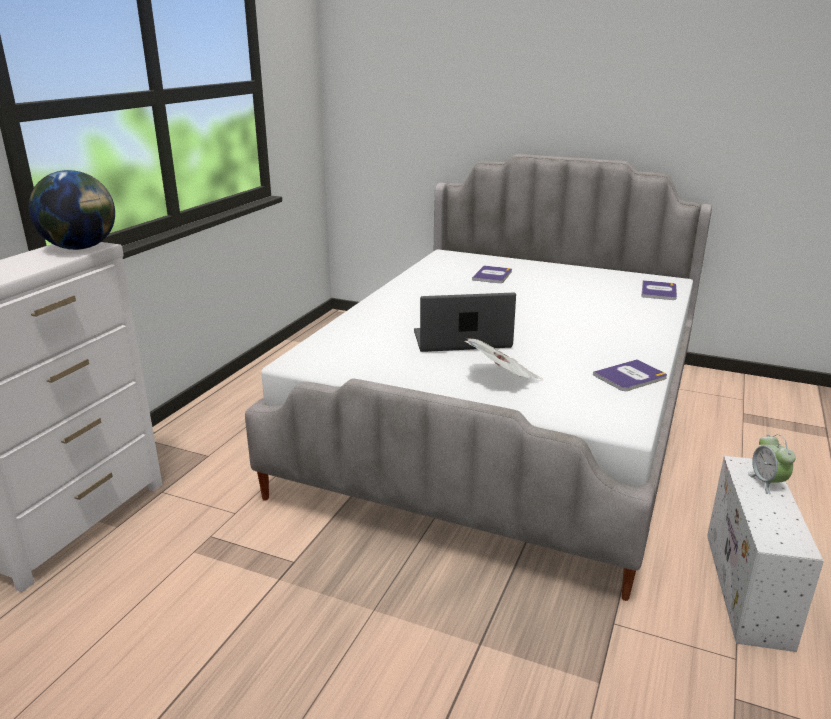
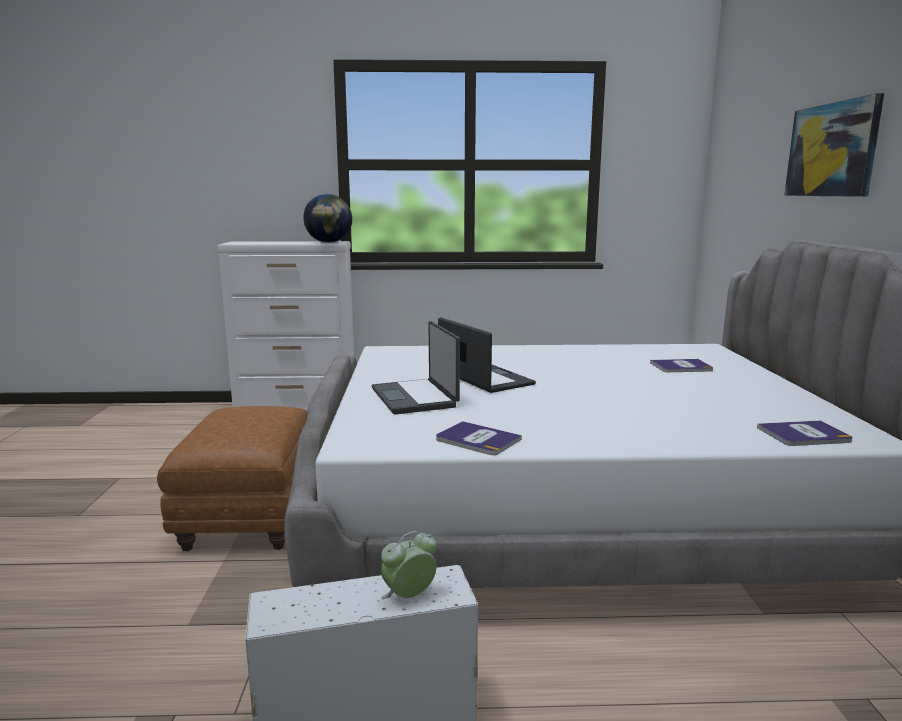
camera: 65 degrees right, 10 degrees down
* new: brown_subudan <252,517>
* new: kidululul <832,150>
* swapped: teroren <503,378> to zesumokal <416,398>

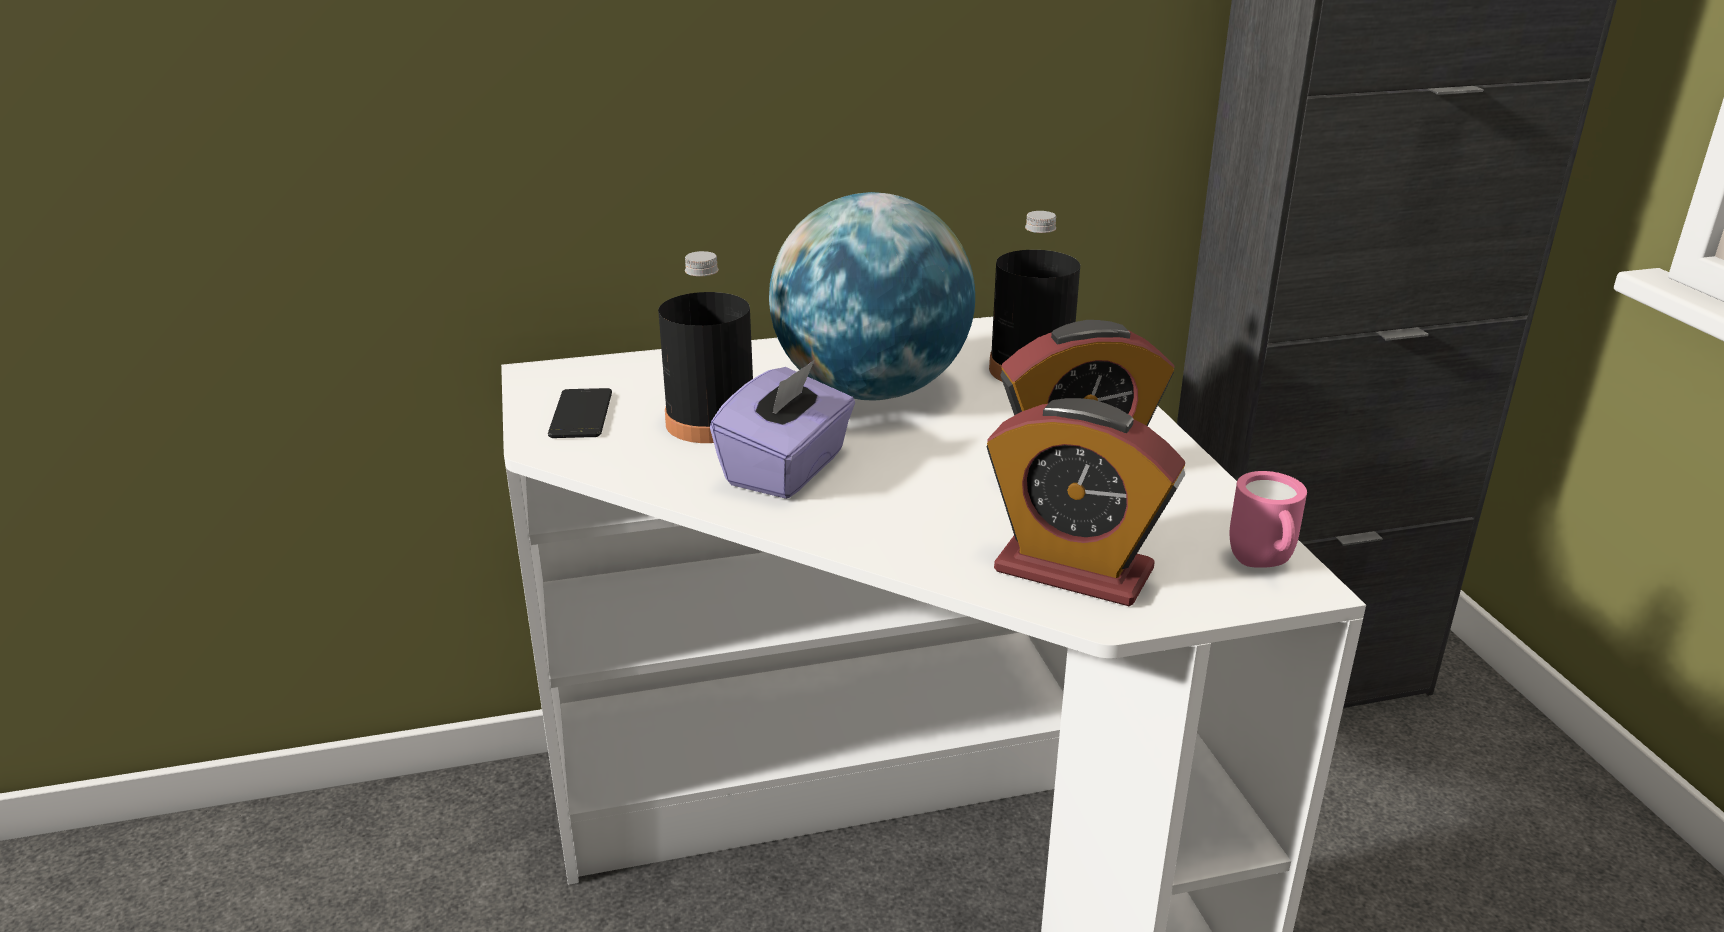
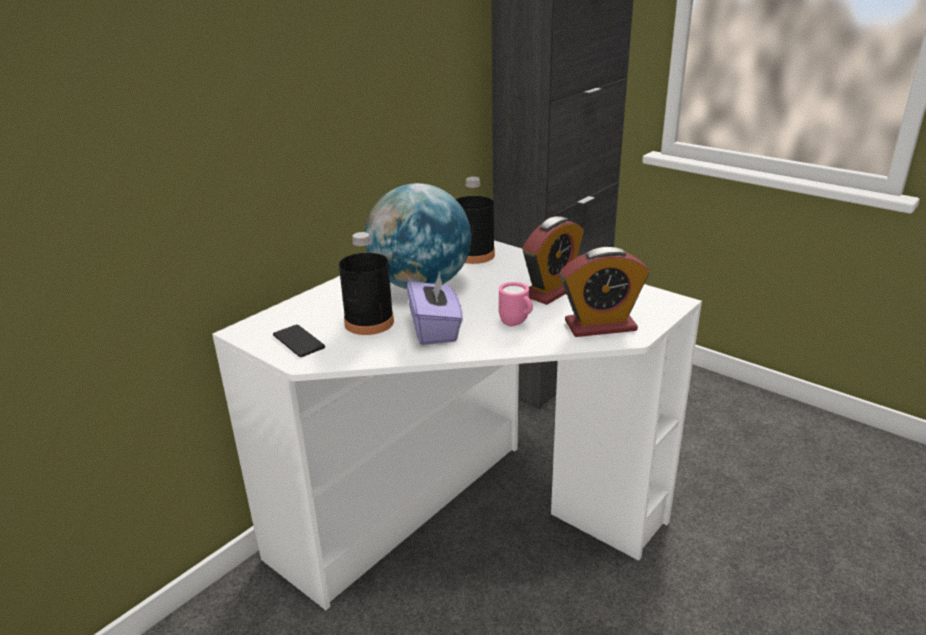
camera: 35 degrees left, 0 degrees up
* shifted: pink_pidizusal <1263,565> to <516,324>

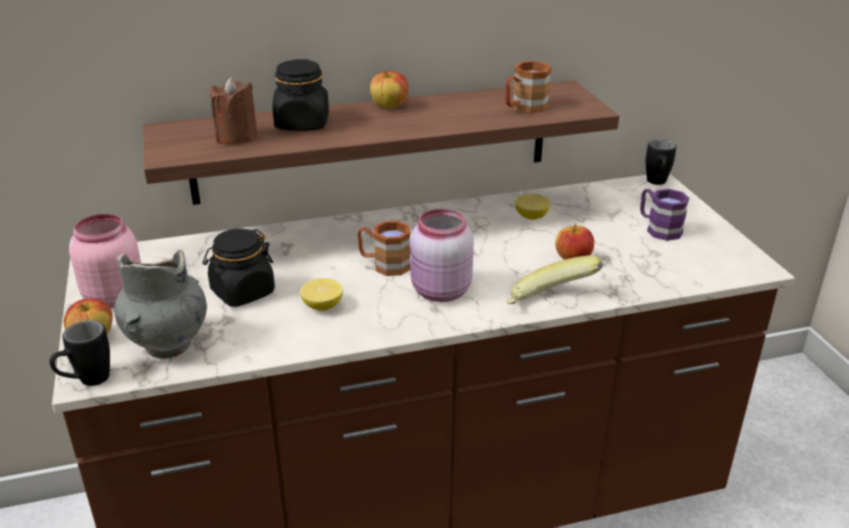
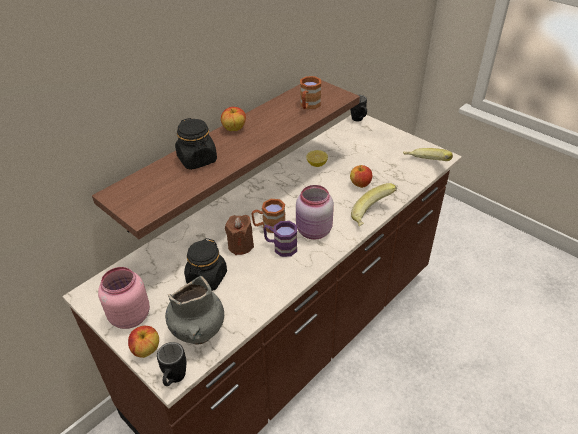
camera: 30 degrees left, 10 degrees up
* gone: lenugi <322,306>
* new: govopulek <425,165>
* shifted: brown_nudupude <237,137> to <240,246>
* shifted: purple_pidizusal <658,228> to <280,247>

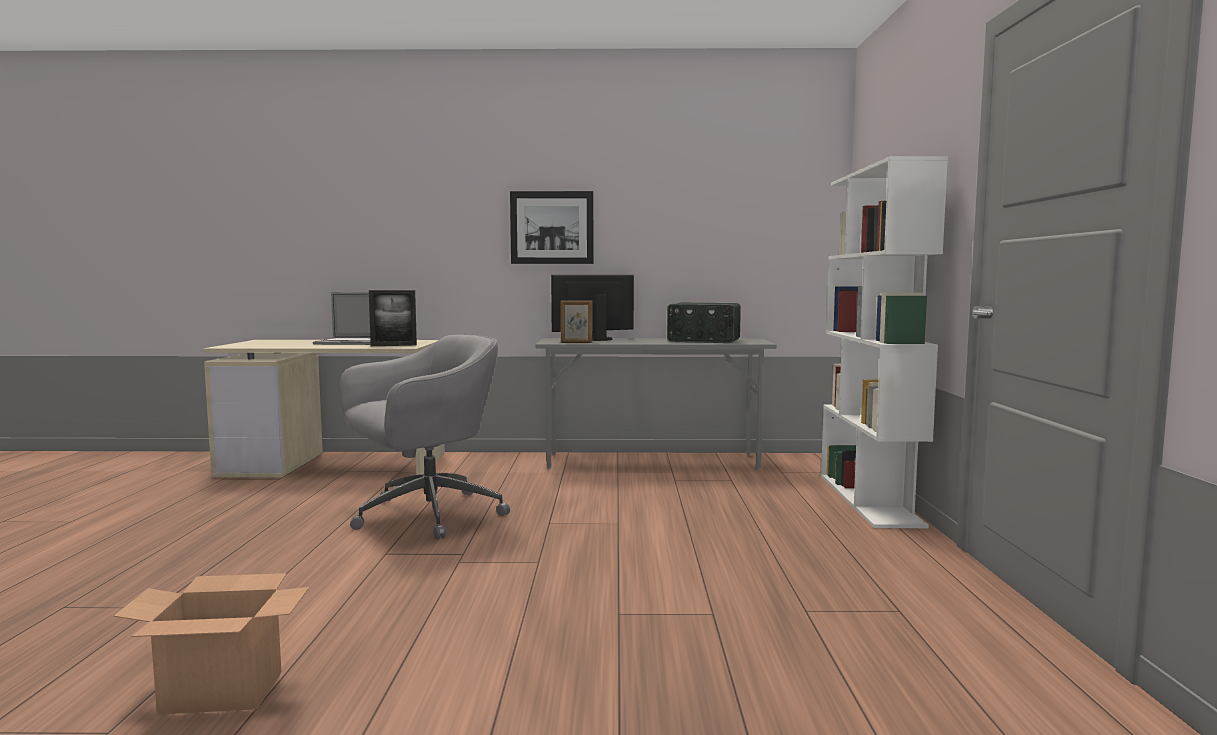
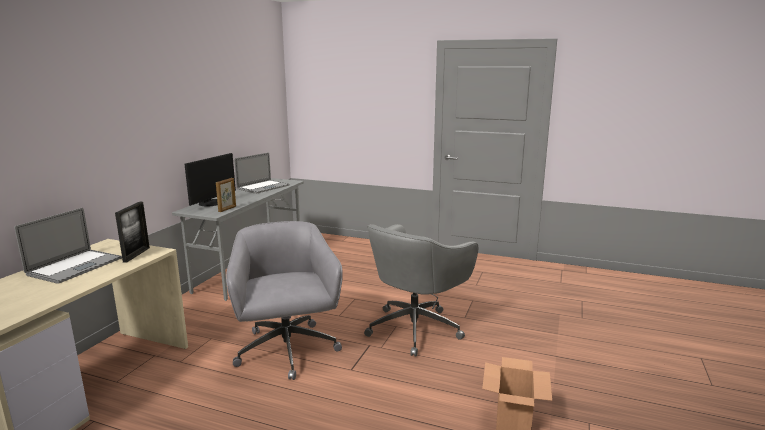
camera: 70 degrees left, 10 degrees up
* gone: kidululul <552,227>
* gone: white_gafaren <870,499>
* new: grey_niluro <416,328>
* swapped: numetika <703,340> to zesumokal <263,187>
* rotated: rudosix <595,339> = <212,203> 150 degrees counterclockwise

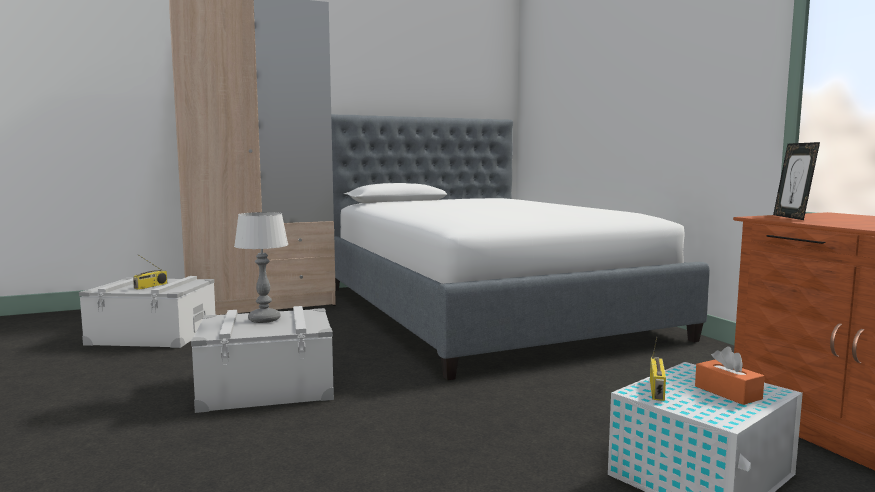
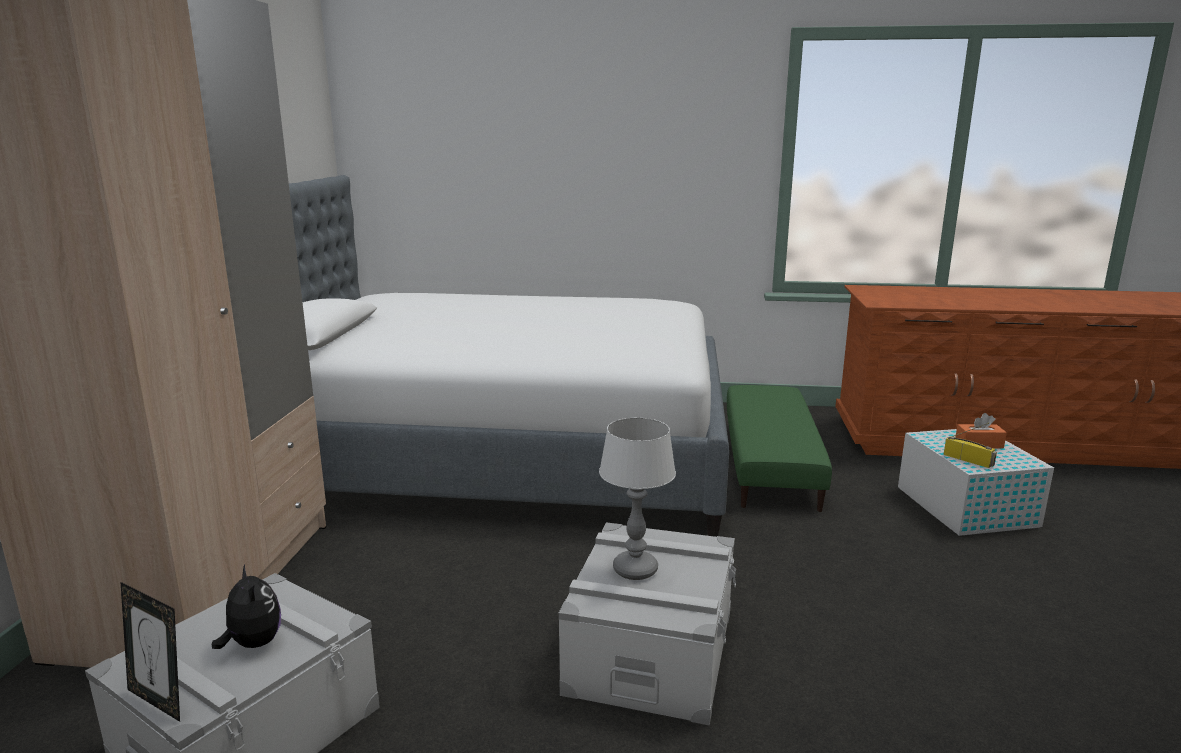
camera: 60 degrees left, 10 degrees up
* new: green_subudan <769,463>
* shifted: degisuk <792,217> to <160,700>
* swapped: numetika <151,286> to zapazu <253,643>

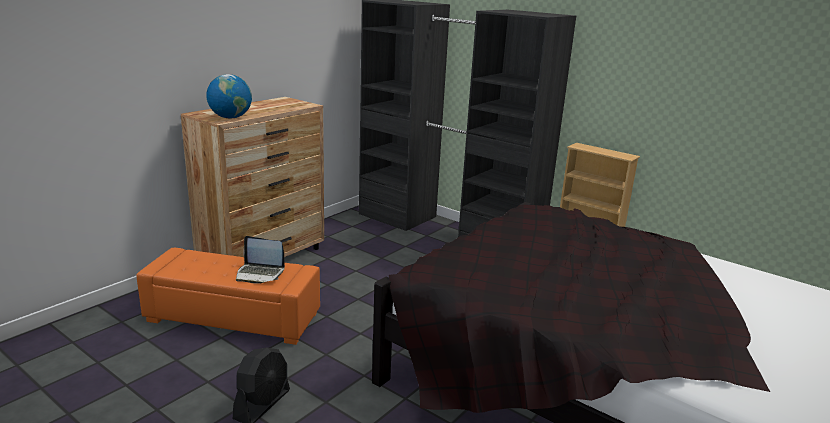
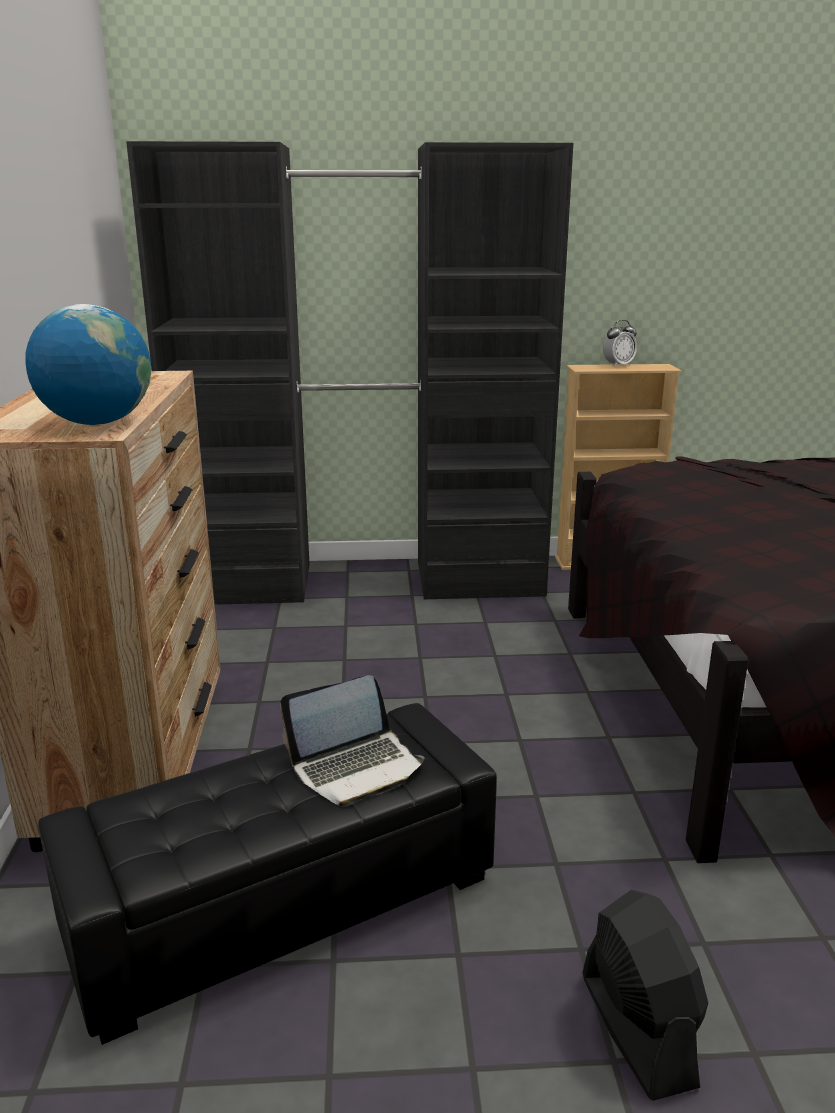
camera: 40 degrees left, 0 degrees up
* new: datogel <618,365>
* repainted: orange_subudan <234,317> to black_subudan <283,903>

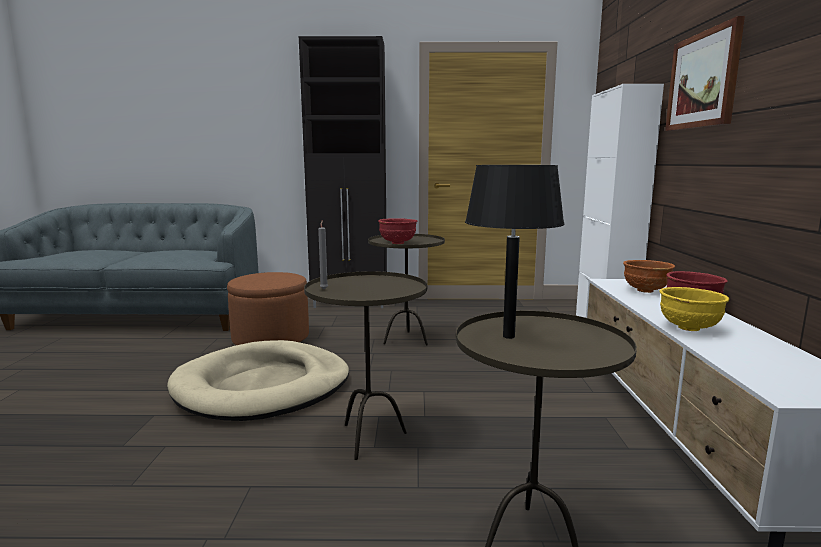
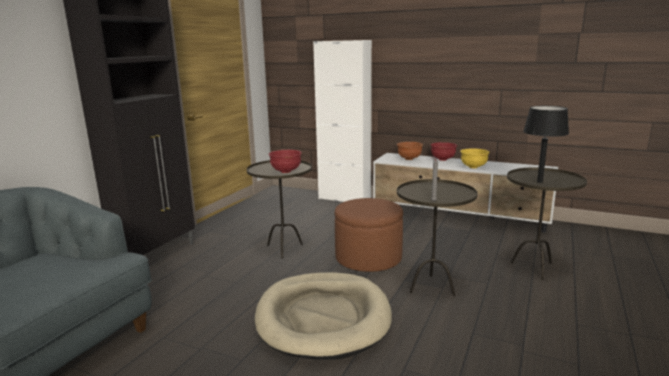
camera: 65 degrees left, 5 degrees up
* gone: kidululul <703,80>
* shifted: brown_subudan <271,338> to <368,258>

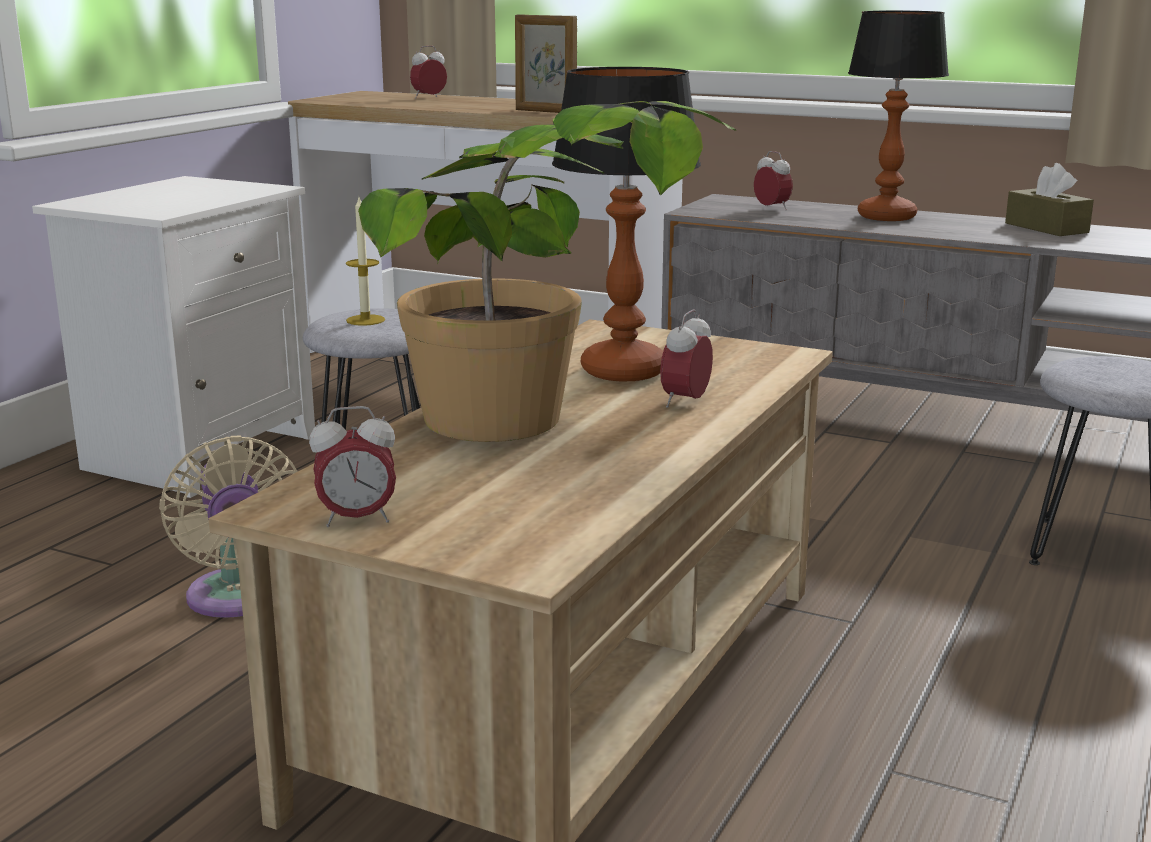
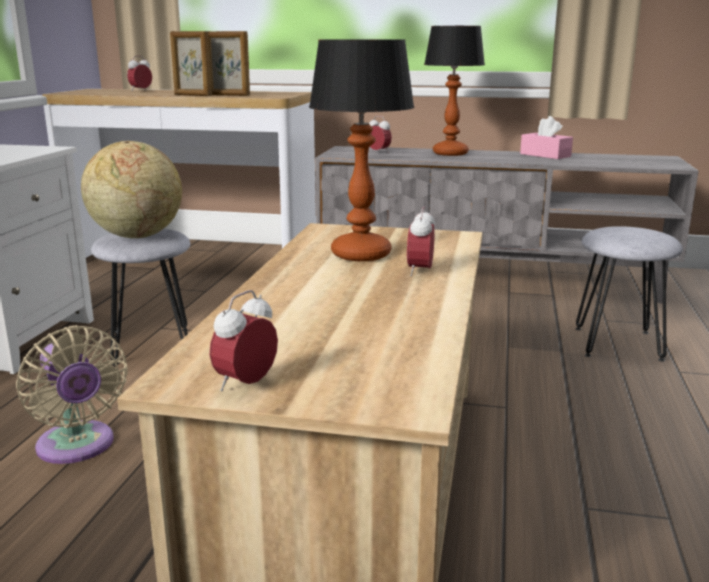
camera: 15 degrees left, 0 degrees up
* gone: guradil <533,440>
* new: degisuk <192,95>
* swapped: nudupude <365,320> to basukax <136,236>
* repainted: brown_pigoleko <1046,228> to pink_pigoleko <545,155>
* rotated: datogel <357,519> = <246,384> 150 degrees clockwise

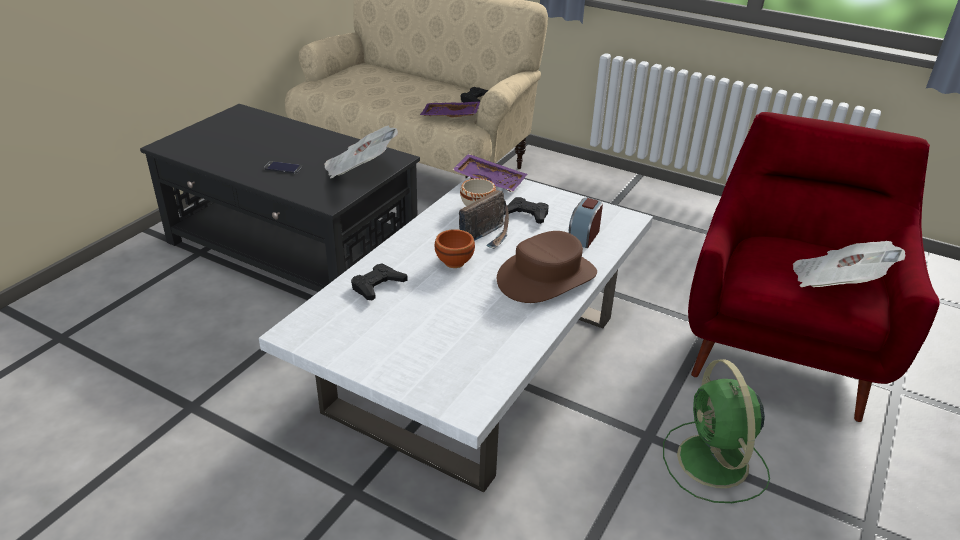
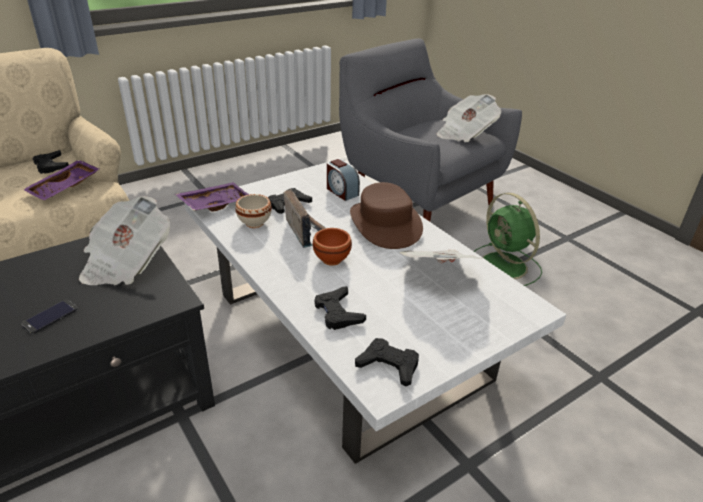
camera: 65 degrees left, 0 degrees up
* new: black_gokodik <389,365>
* new: teroren <439,273>
* repainted: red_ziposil <781,345> to grey_ziposil <416,200>
* rotated: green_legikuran <714,463> = <505,267> 45 degrees clockwise

